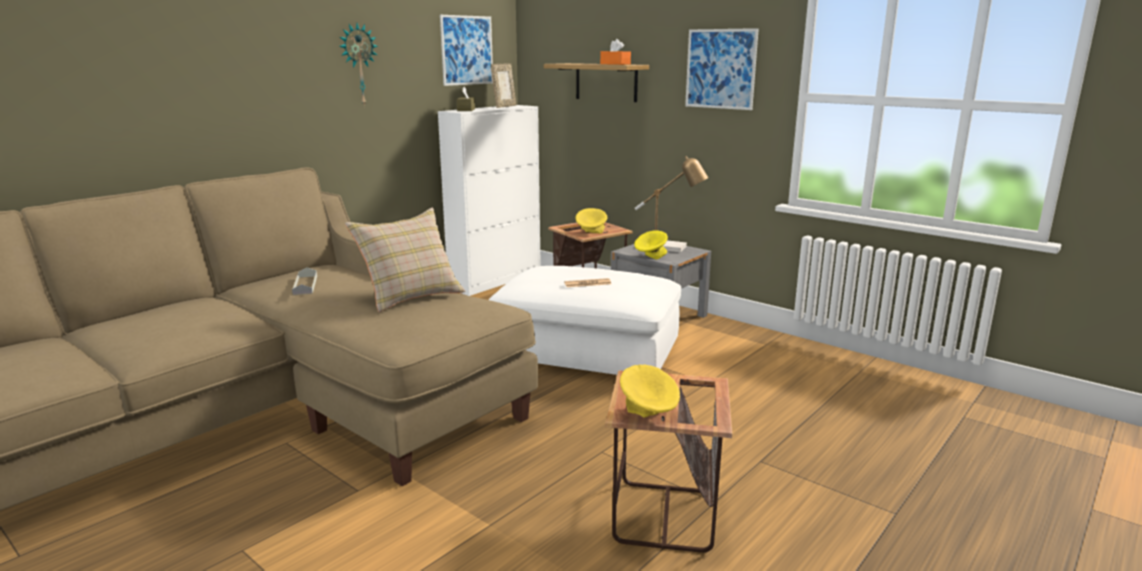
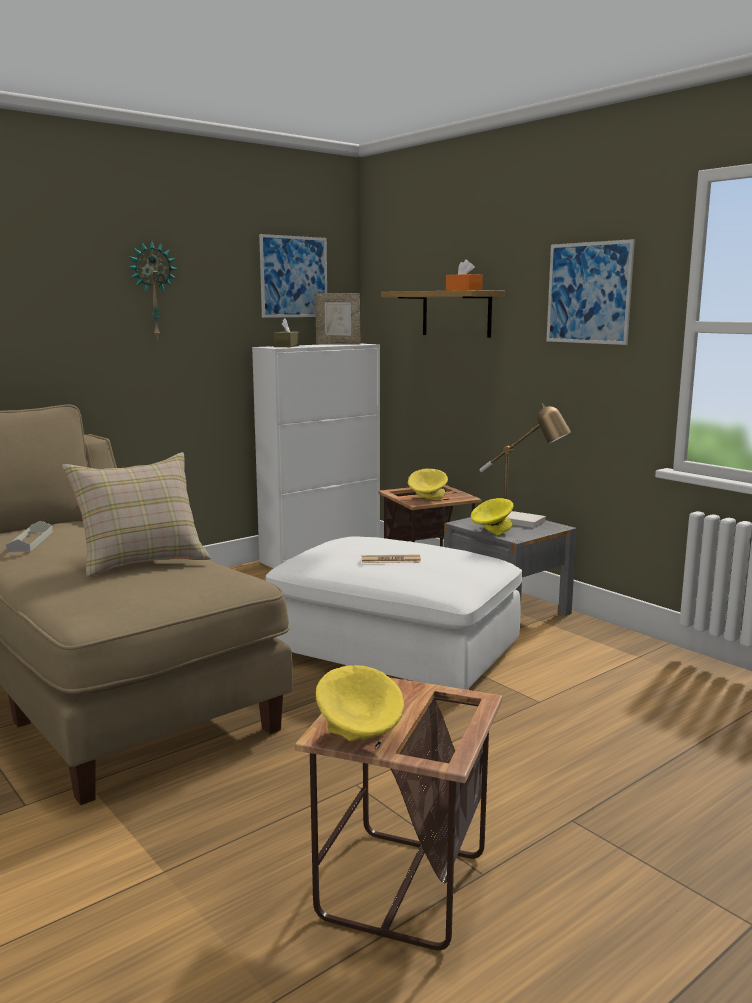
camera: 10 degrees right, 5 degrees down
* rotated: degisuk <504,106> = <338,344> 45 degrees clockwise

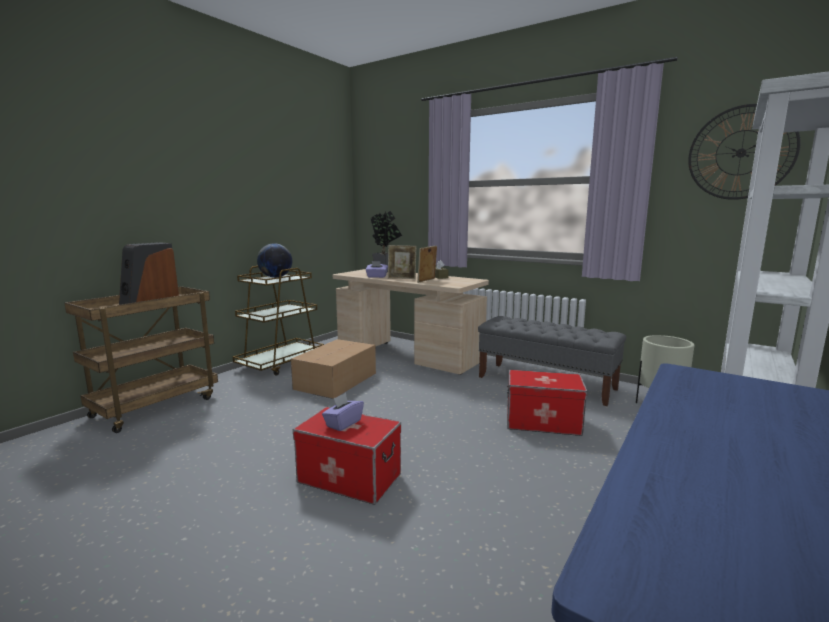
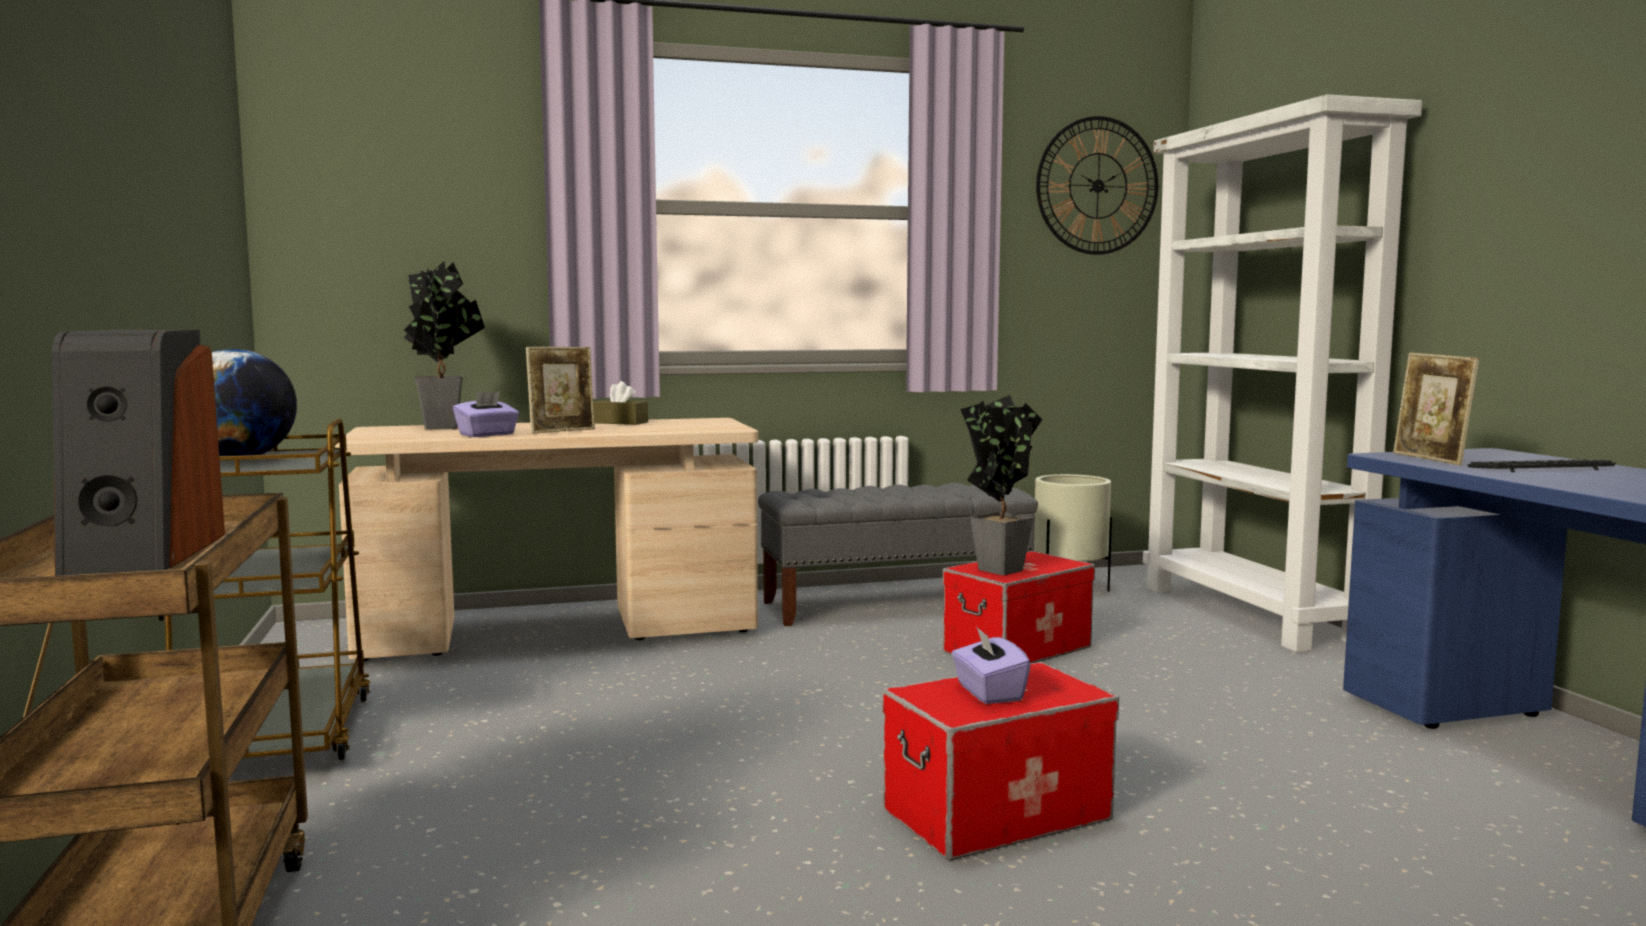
camera: 50 degrees left, 5 degrees down
* gone: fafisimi <337,380>
* new: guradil <997,568>
* new: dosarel <1540,468>
* shifted: degisuk <427,281> to <1430,459>

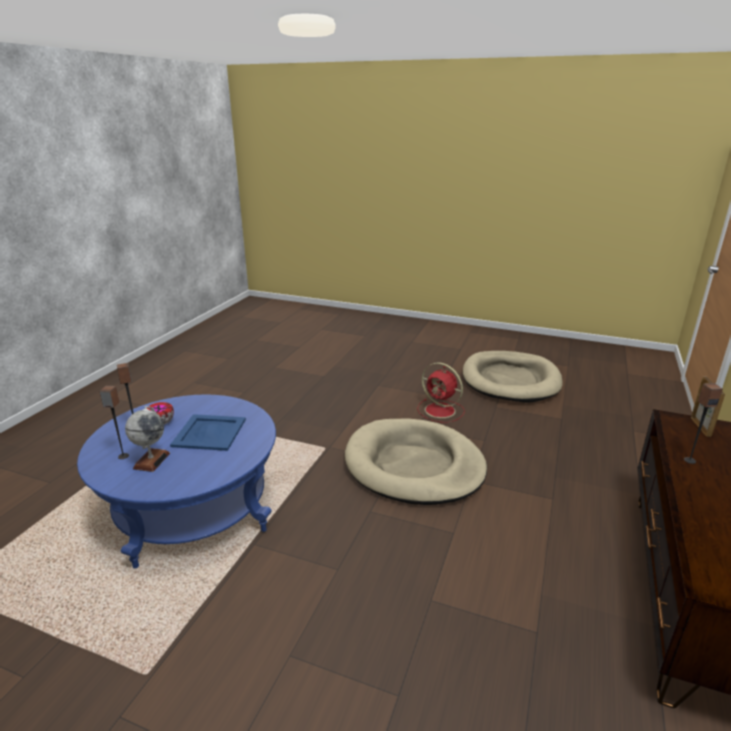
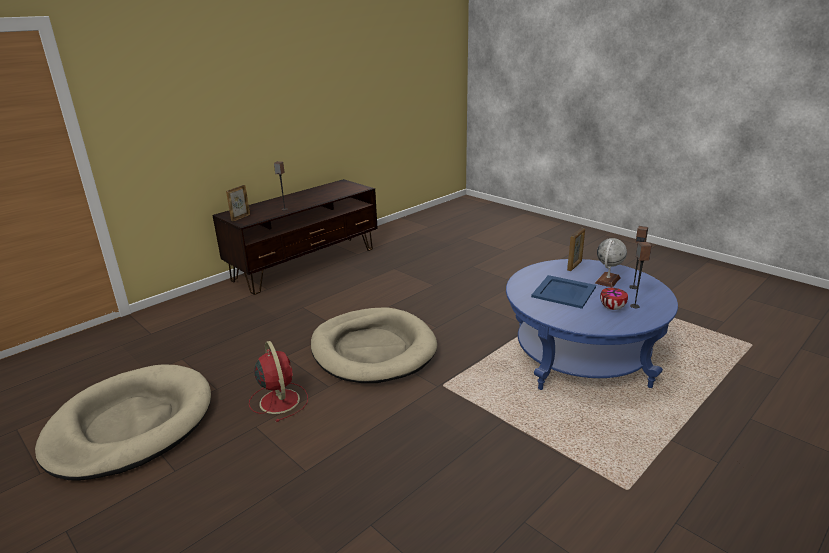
camera: 155 degrees left, 0 degrees up
* new: degisuk <574,266>

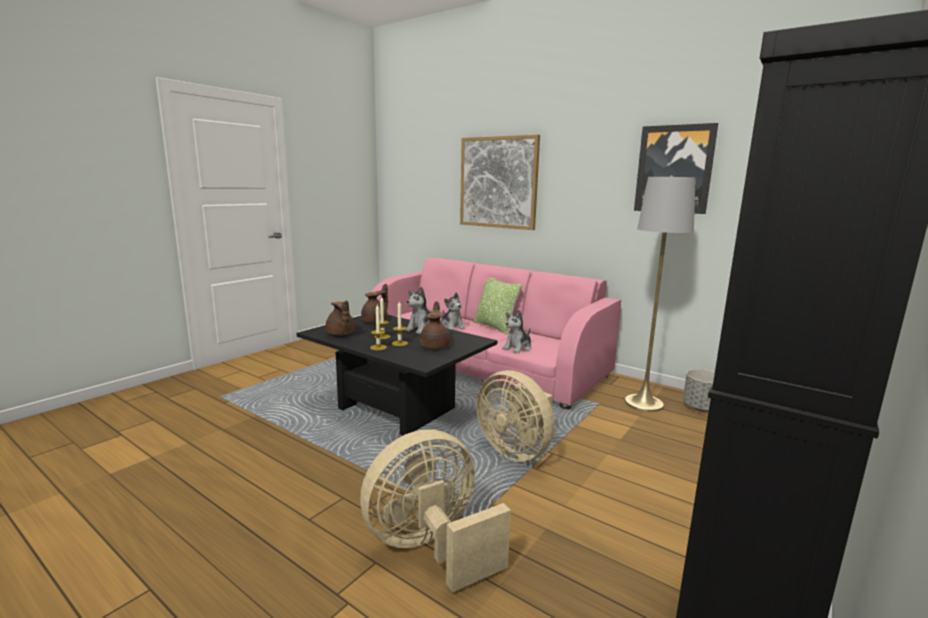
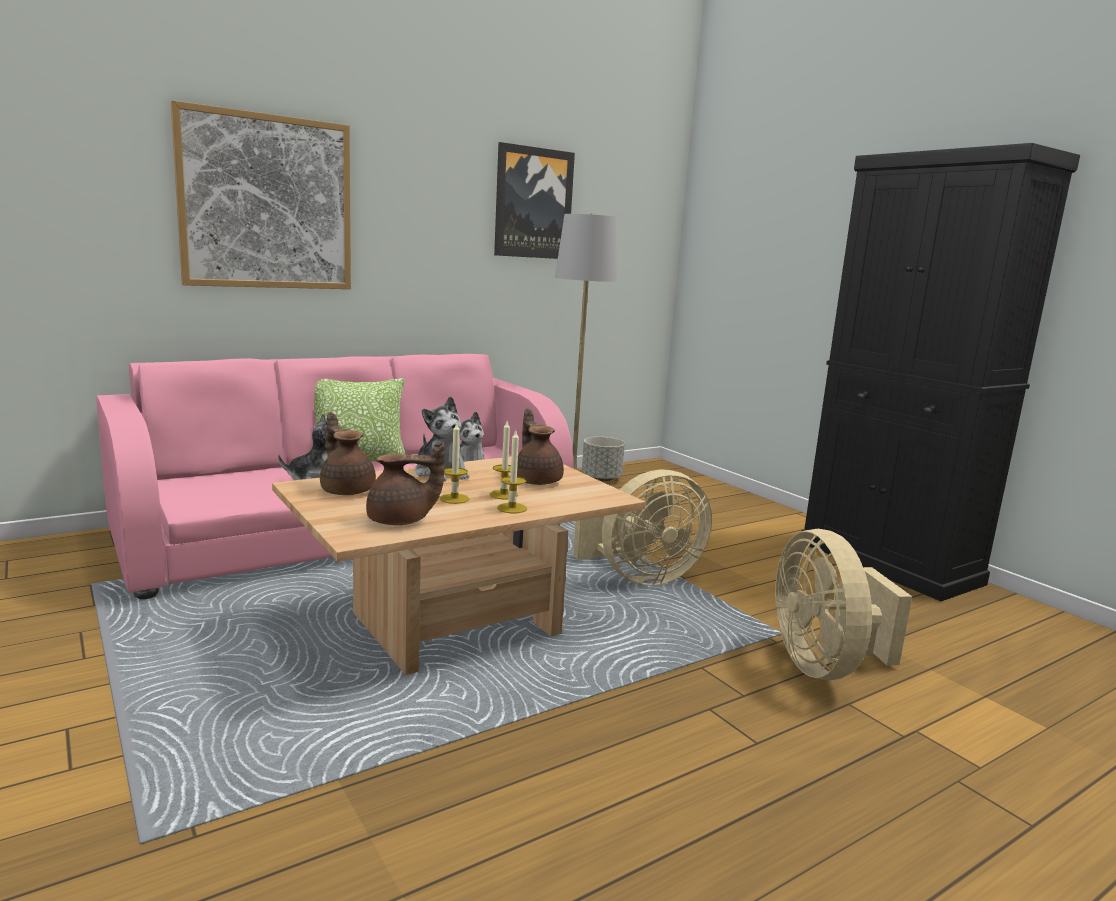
camera: 70 degrees left, 0 degrees up
* repainted: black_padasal <397,409> to beige_padasal <456,624>
* rotated: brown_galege <435,346> = <537,480> 45 degrees clockwise

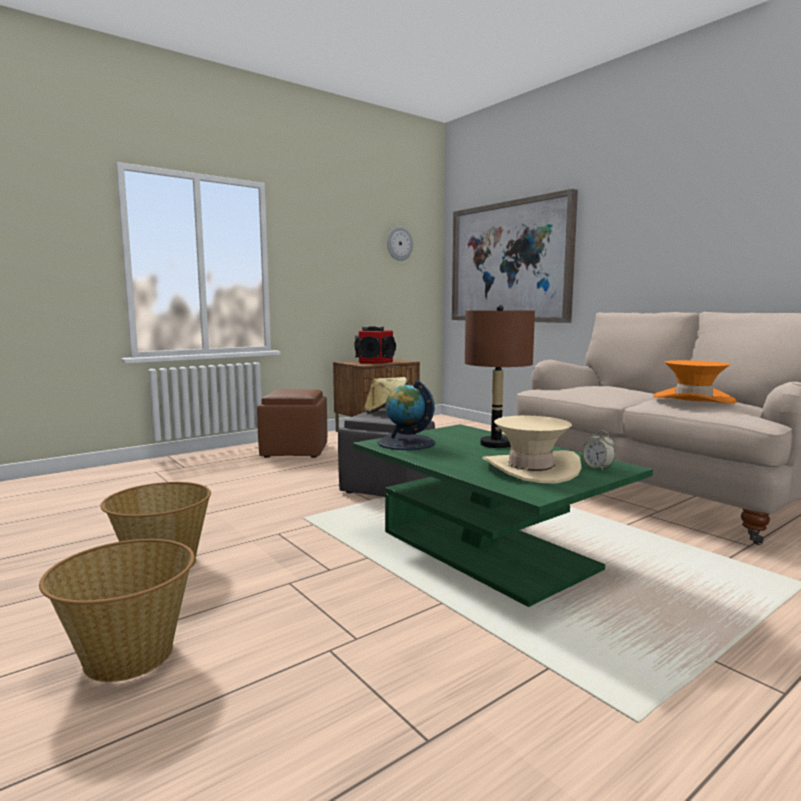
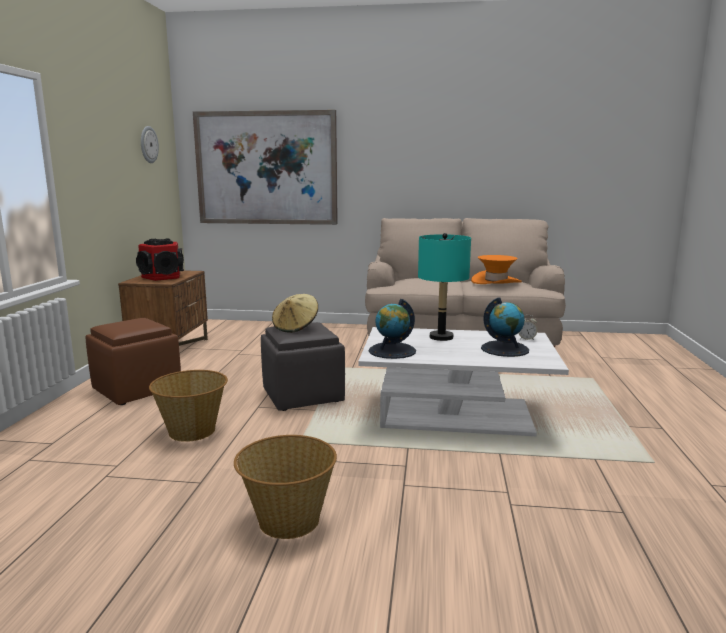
camera: 45 degrees left, 5 degrees up
* shifted: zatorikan <128,656> to <192,431>
* swapped: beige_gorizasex <530,469> to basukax <505,349>
* repainted: green_padasal <487,550> to white_padasal <456,415>
* repainted: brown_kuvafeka <495,444> to turquoise_kuvafeka <441,337>

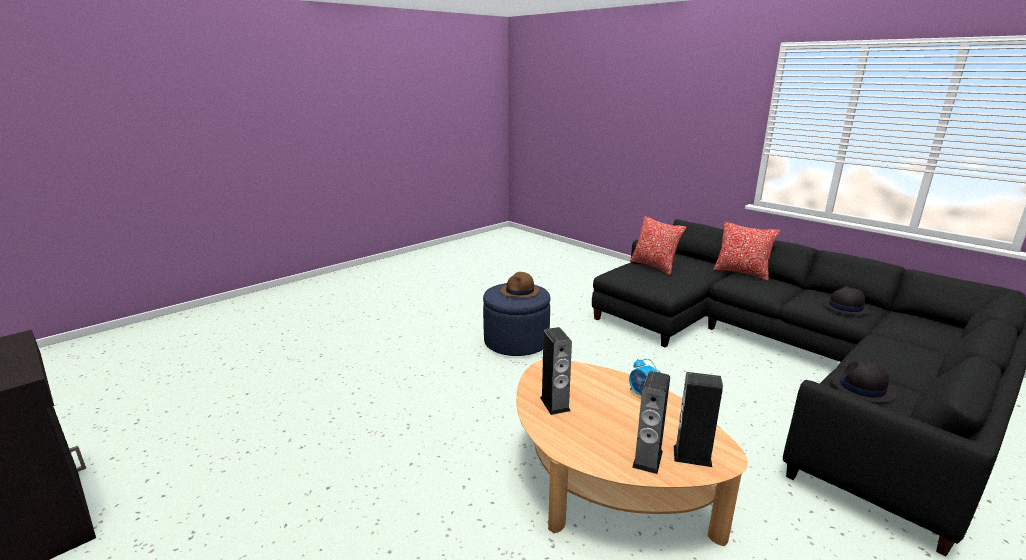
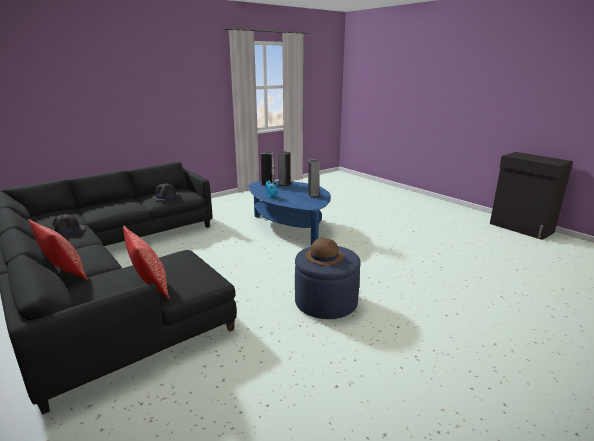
camera: 175 degrees left, 0 degrees up
* repainted: beige_padasal <606,485> to blue_padasal <290,227>

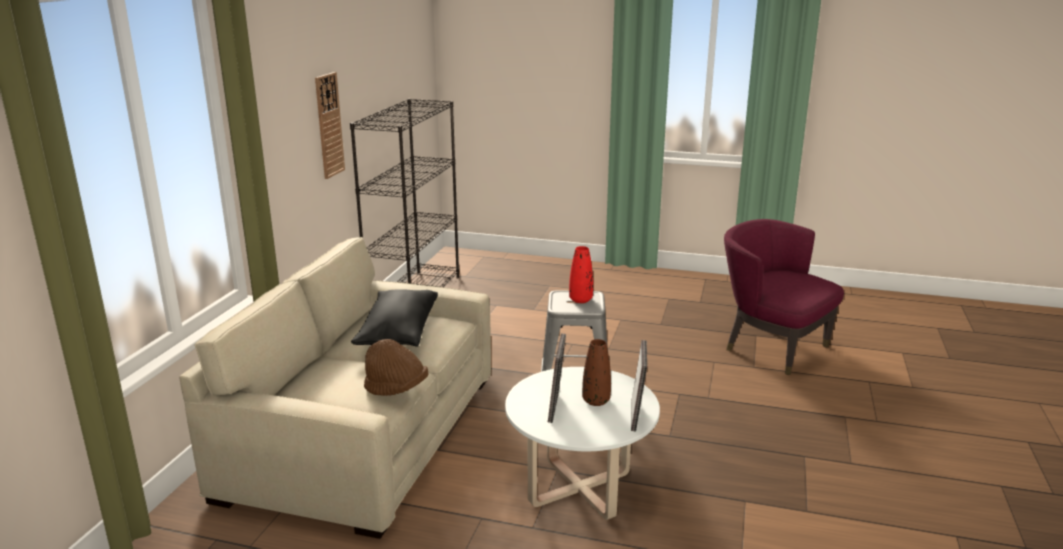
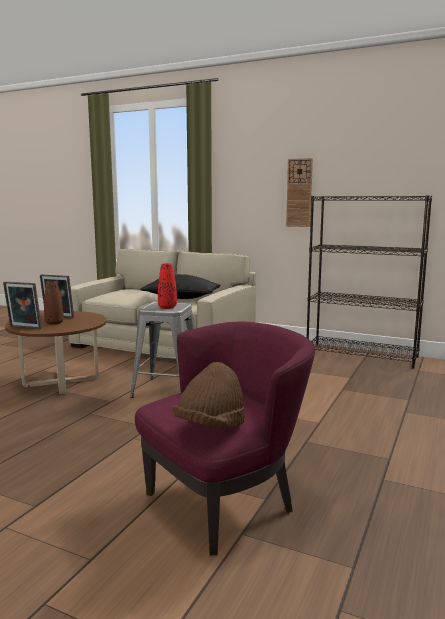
camera: 100 degrees right, 10 degrees down
* shifted: brown_gorizasex <396,389> to <210,427>
* repainted: white_padasal <579,488> to brown_padasal <61,382>

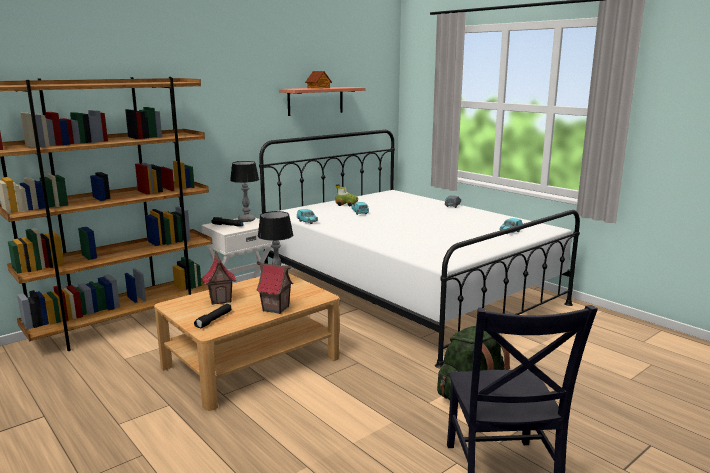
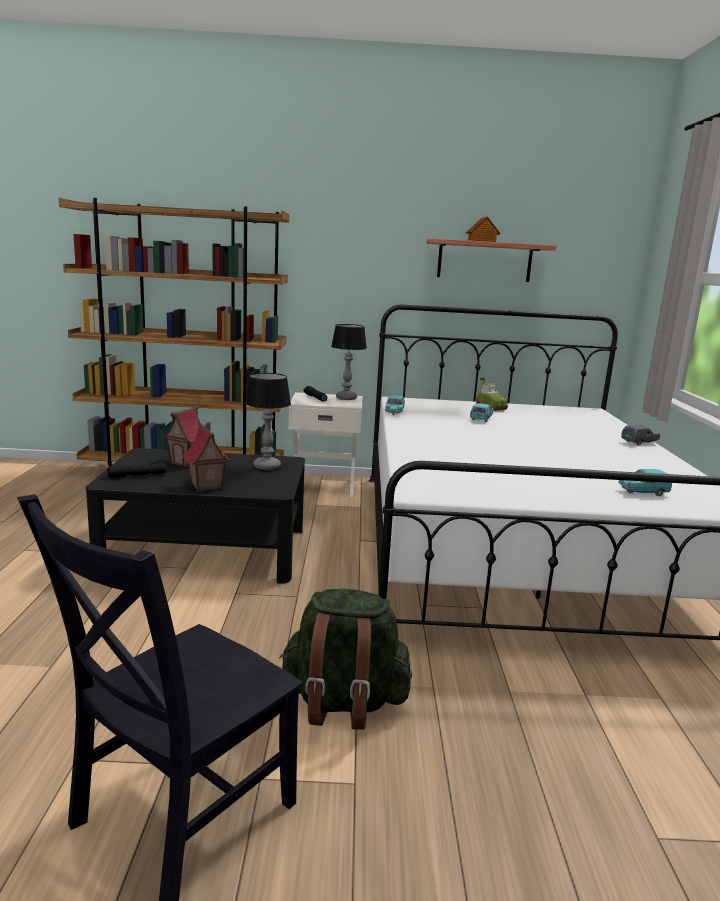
camera: 40 degrees right, 0 degrees up
* repainted: beige_padasal <251,362> to black_padasal <206,548>

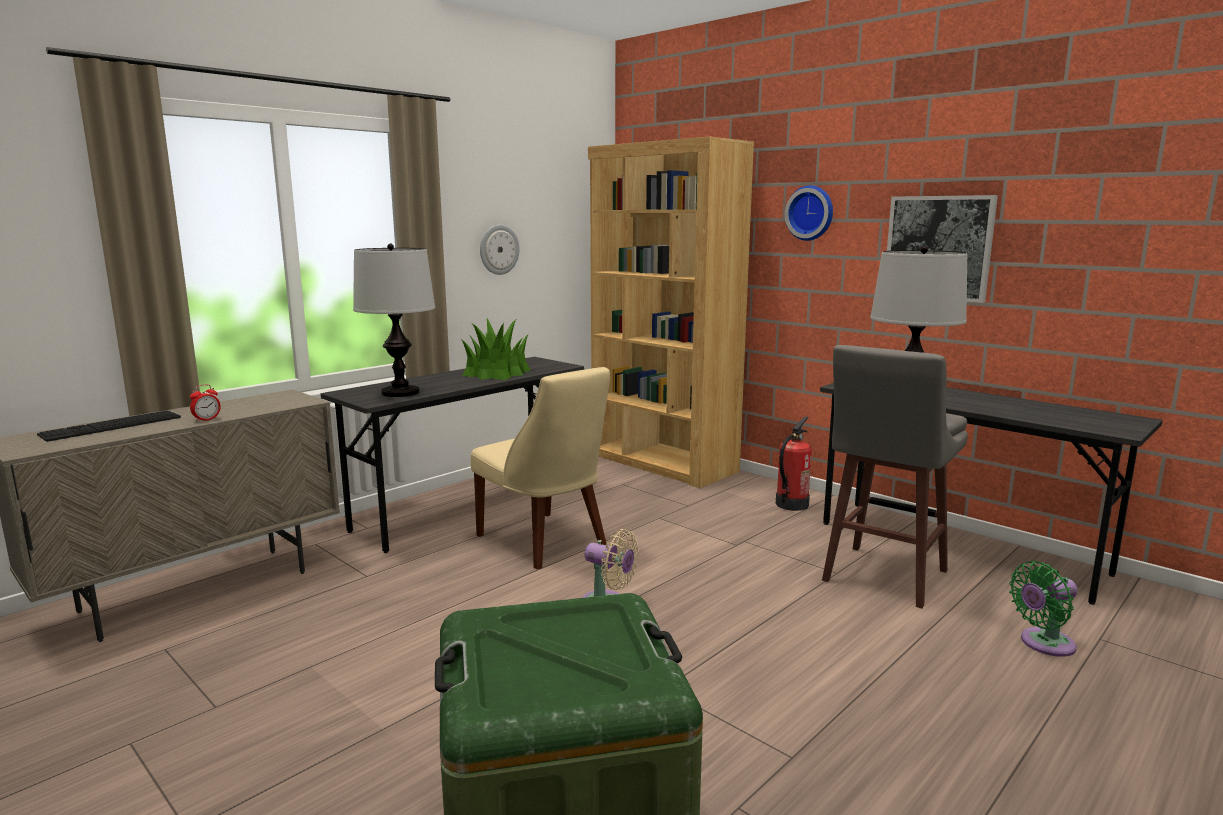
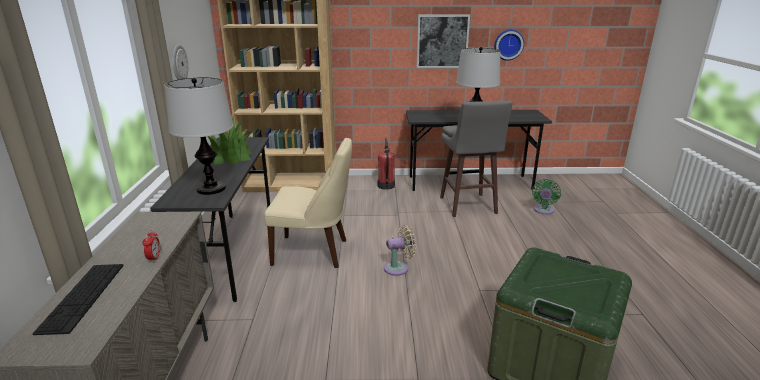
camera: 45 degrees left, 10 degrees up
* shifted: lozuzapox <811,213> to <508,44>

